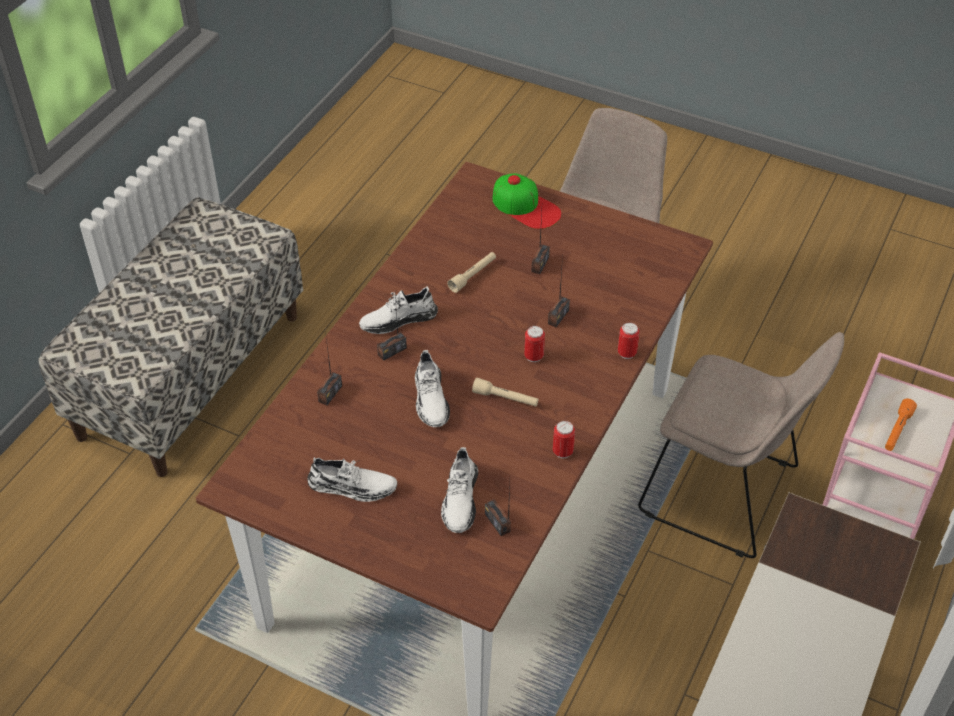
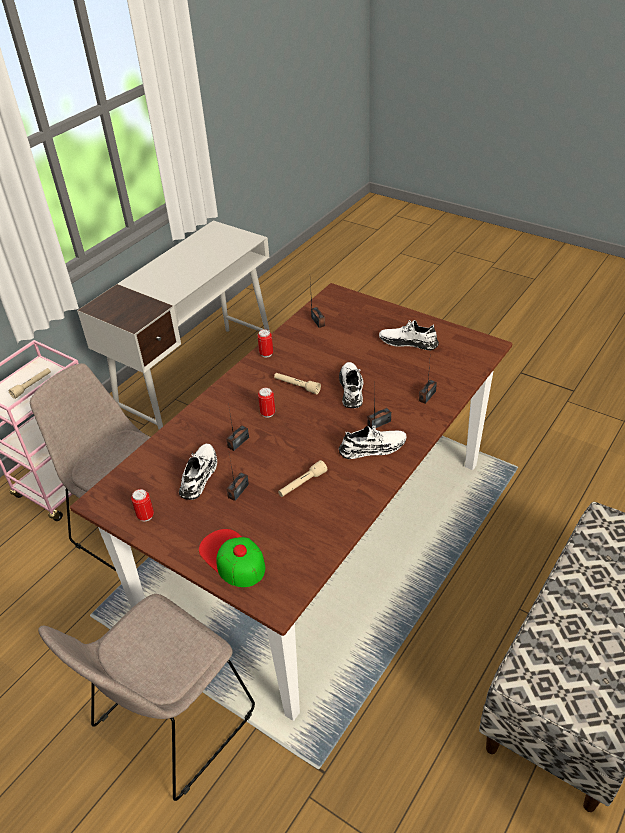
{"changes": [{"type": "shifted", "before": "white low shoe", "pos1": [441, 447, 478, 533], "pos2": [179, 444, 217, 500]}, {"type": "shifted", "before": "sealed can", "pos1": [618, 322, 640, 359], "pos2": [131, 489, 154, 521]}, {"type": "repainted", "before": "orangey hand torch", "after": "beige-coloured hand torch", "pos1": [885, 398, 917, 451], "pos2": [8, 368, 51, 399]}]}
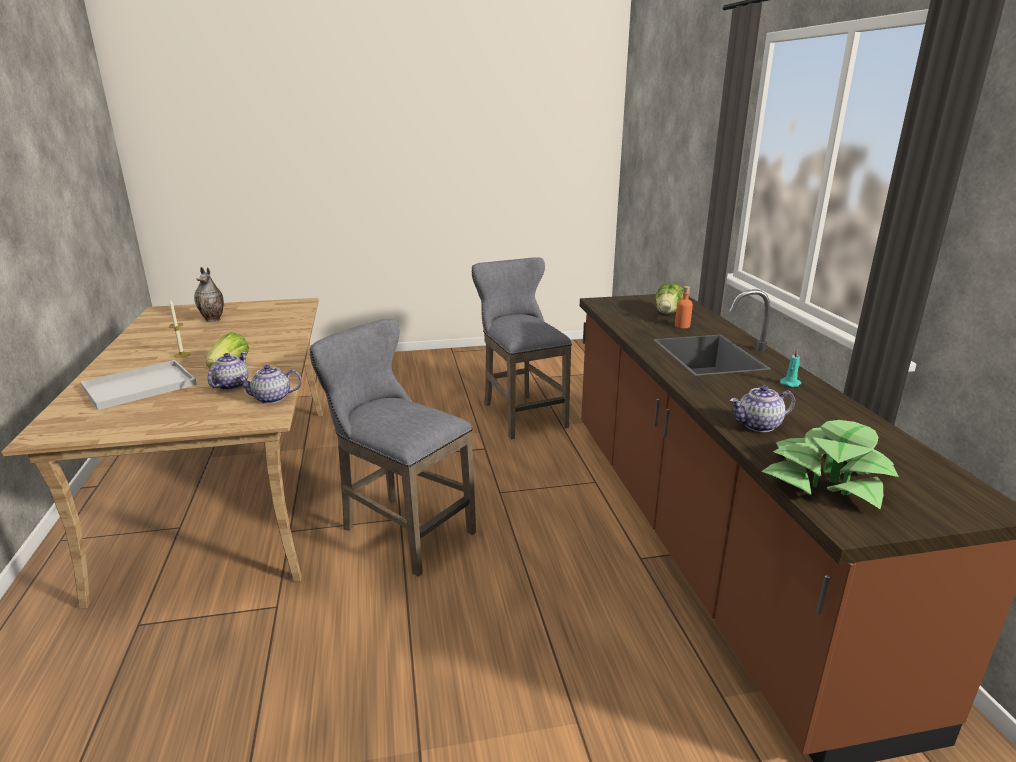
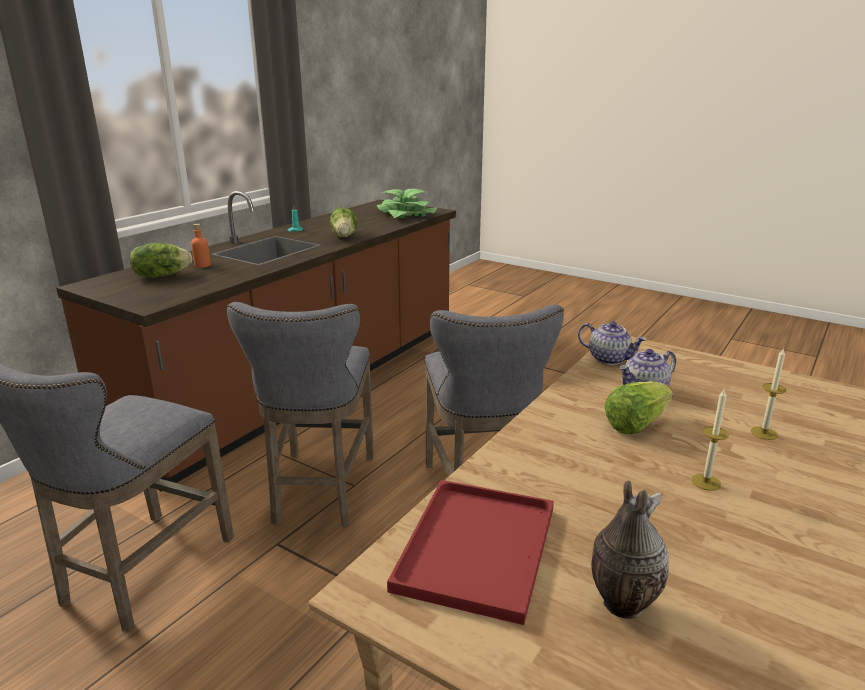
{"changes": [{"type": "gone", "before": "tea pot", "pos1": [730, 386, 795, 432]}, {"type": "new", "after": "grey sitting stool", "pos2": [227, 302, 374, 527]}, {"type": "new", "after": "head of lettuce", "pos2": [330, 208, 357, 237]}, {"type": "new", "after": "reddish tray", "pos2": [387, 480, 554, 625]}, {"type": "swapped", "before": "white tray", "after": "wax light", "pos1": [81, 360, 197, 410], "pos2": [751, 348, 787, 440]}]}
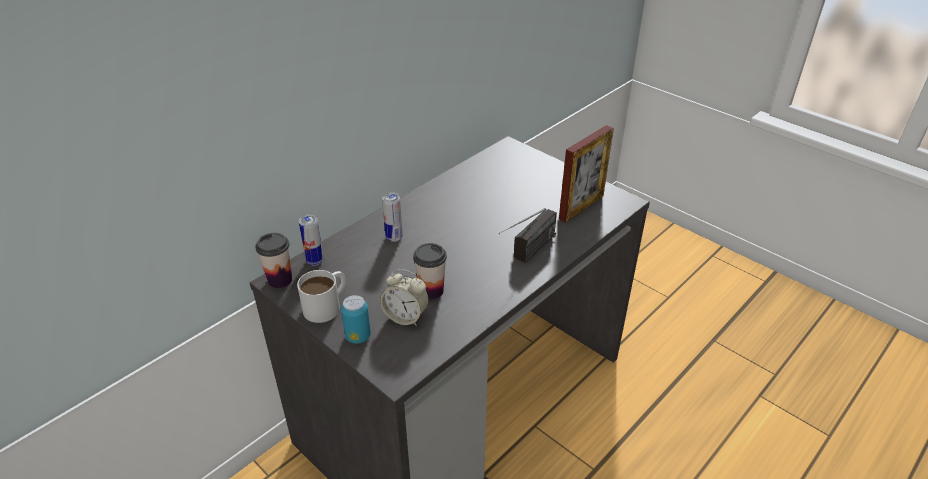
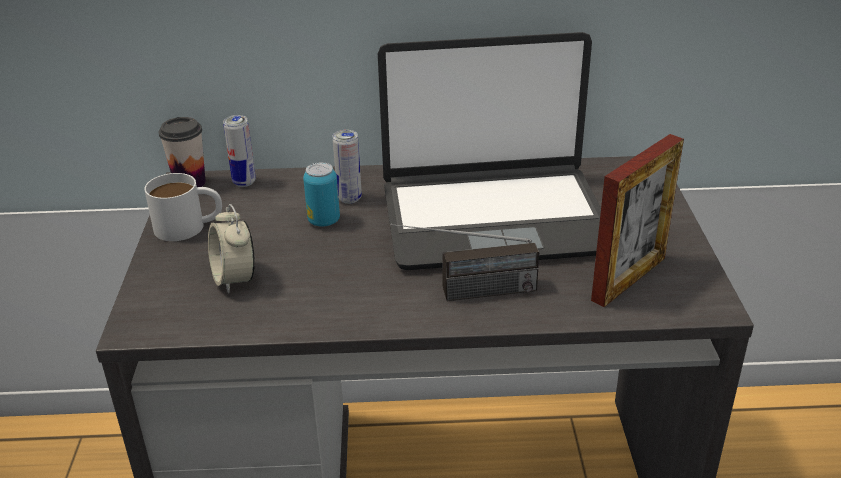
{"changes": [{"type": "gone", "before": "small cup", "pos1": [413, 243, 447, 300]}, {"type": "new", "after": "notebook computer", "pos2": [378, 32, 601, 270]}, {"type": "shifted", "before": "sealed can", "pos1": [341, 295, 371, 344], "pos2": [303, 162, 340, 227]}, {"type": "rotated", "before": "photo frame", "pos1": [559, 125, 614, 223], "pos2": [591, 134, 684, 307], "turn": -45}]}
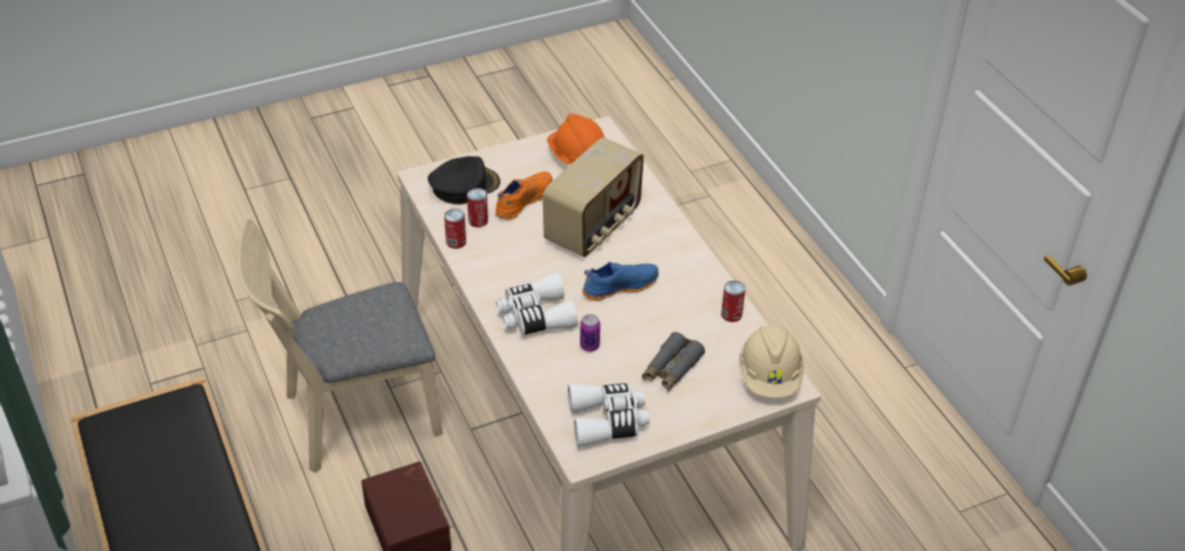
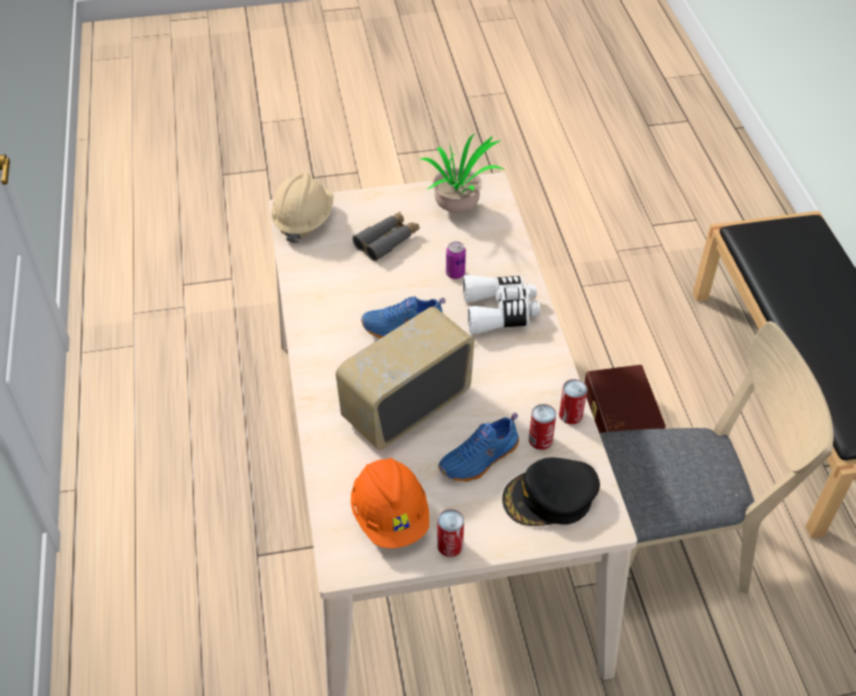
{"changes": [{"type": "shifted", "before": "sealed can", "pos1": [721, 280, 745, 322], "pos2": [437, 509, 464, 557]}, {"type": "swapped", "before": "white pair of binoculars", "after": "potted plant", "pos1": [568, 383, 650, 447], "pos2": [419, 134, 505, 213]}, {"type": "repainted", "before": "orangey low shoe", "after": "blue low shoe", "pos1": [495, 171, 553, 220], "pos2": [438, 413, 519, 482]}]}
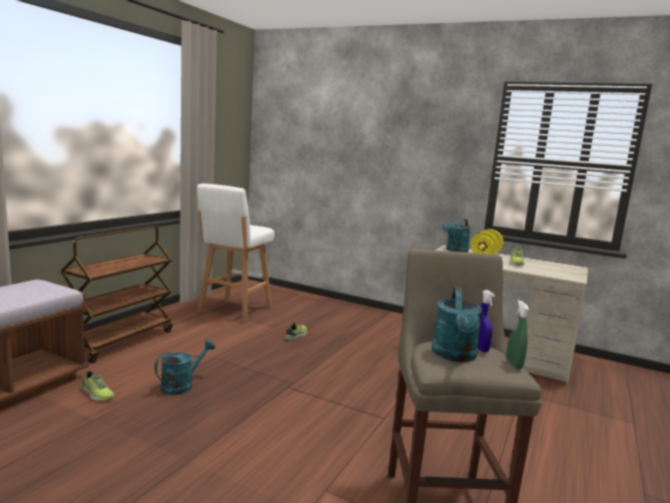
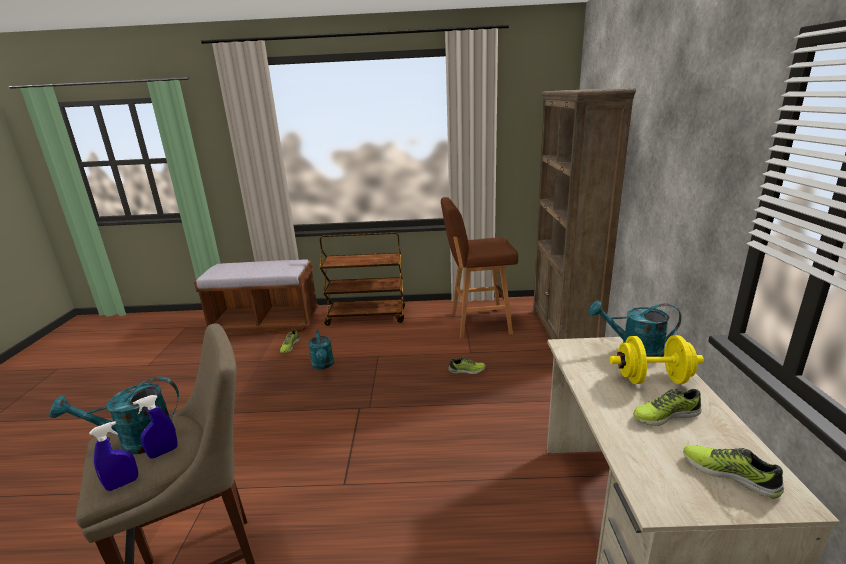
{"changes": [{"type": "new", "after": "brown bookcase", "pos2": [533, 89, 636, 339]}, {"type": "new", "after": "low shoe", "pos2": [683, 445, 784, 498]}, {"type": "repainted", "before": "white sitting stool", "after": "brown sitting stool", "pos1": [197, 184, 275, 323], "pos2": [441, 197, 518, 339]}, {"type": "repainted", "before": "green-coloured sprayer", "after": "blue sprayer", "pos1": [506, 300, 529, 369], "pos2": [89, 421, 138, 491]}, {"type": "rotated", "before": "turquoise watering pot", "pos1": [154, 339, 215, 395], "pos2": [308, 330, 334, 369], "turn": 60}]}
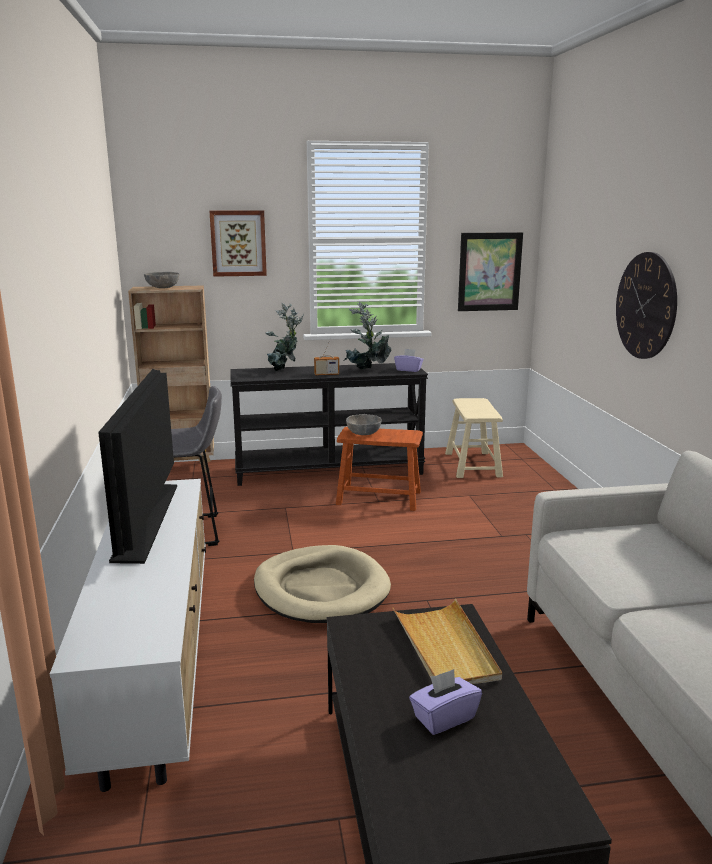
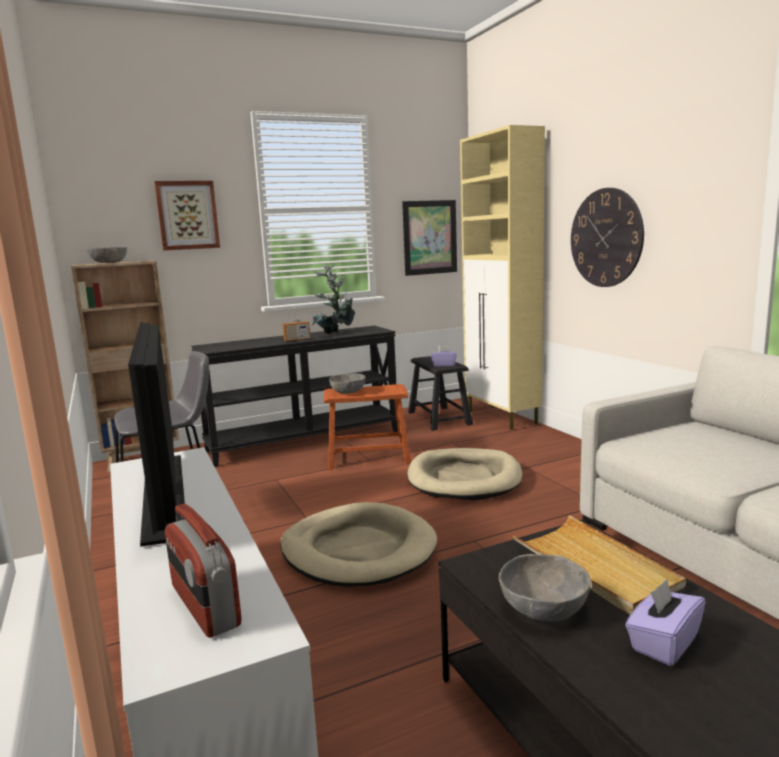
{"changes": [{"type": "gone", "before": "potted plant", "pos1": [266, 302, 304, 371]}, {"type": "new", "after": "radio receiver", "pos2": [165, 504, 242, 638]}, {"type": "new", "after": "beige-coloured dog cushion", "pos2": [407, 448, 522, 501]}, {"type": "new", "after": "beige-coloured cabinet", "pos2": [460, 125, 545, 430]}, {"type": "new", "after": "grey serving bowl", "pos2": [499, 554, 591, 621]}, {"type": "shifted", "before": "purple box of tissues", "pos1": [394, 349, 424, 372], "pos2": [431, 345, 457, 367]}, {"type": "repainted", "before": "beige-coloured sitting stool", "after": "blackish sitting stool", "pos1": [445, 398, 503, 478], "pos2": [408, 356, 473, 431]}]}
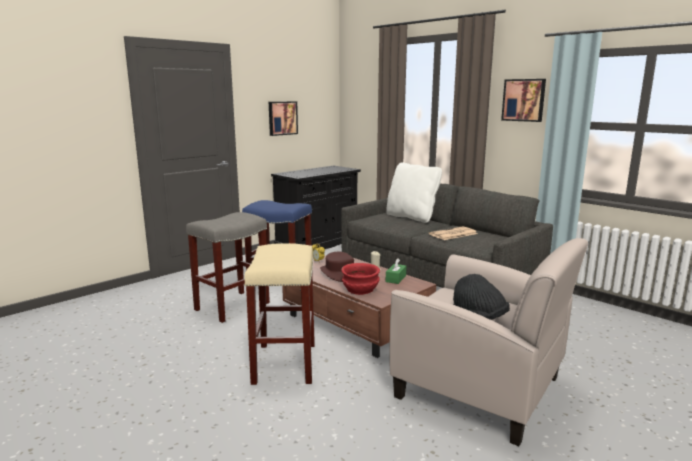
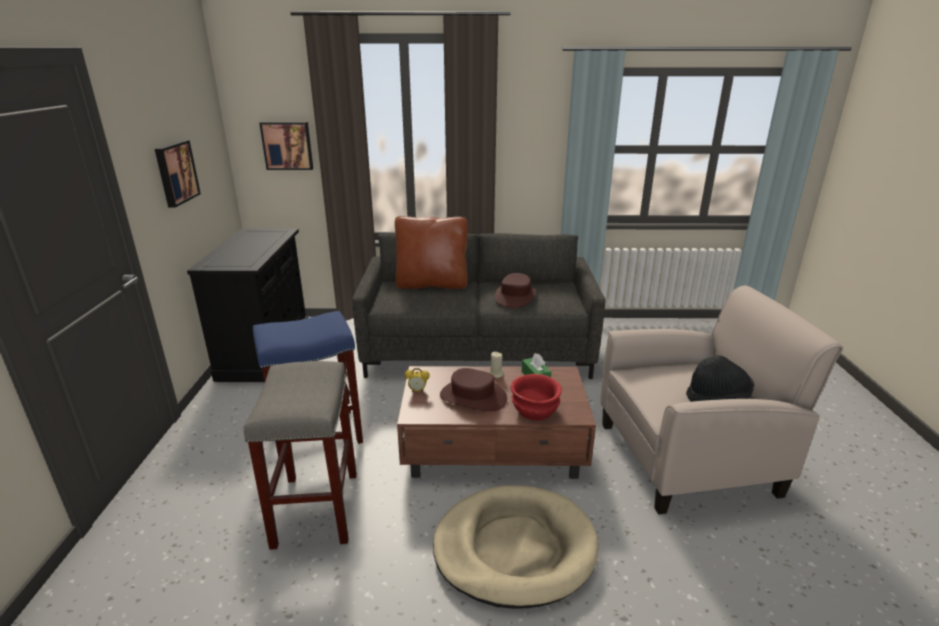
{"changes": [{"type": "shifted", "before": "wall art", "pos1": [501, 79, 546, 122], "pos2": [259, 122, 313, 170]}, {"type": "swapped", "before": "beige-coloured sitting stool", "after": "beige-coloured dog cushion", "pos1": [244, 243, 315, 385], "pos2": [433, 485, 598, 609]}, {"type": "swapped", "before": "printed paper", "after": "brown clothing hat", "pos1": [429, 226, 477, 240], "pos2": [495, 273, 536, 308]}, {"type": "repainted", "before": "white pillow", "after": "brown pillow", "pos1": [386, 162, 442, 223], "pos2": [395, 216, 468, 289]}]}
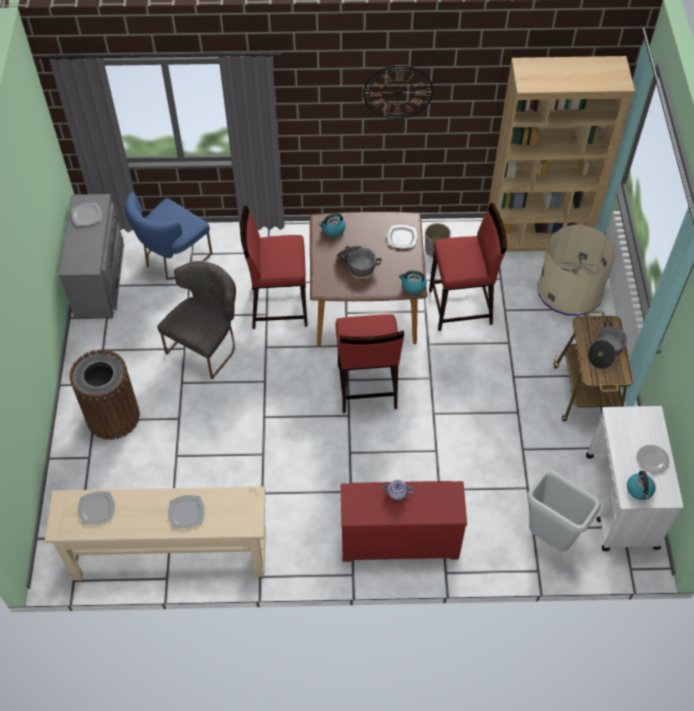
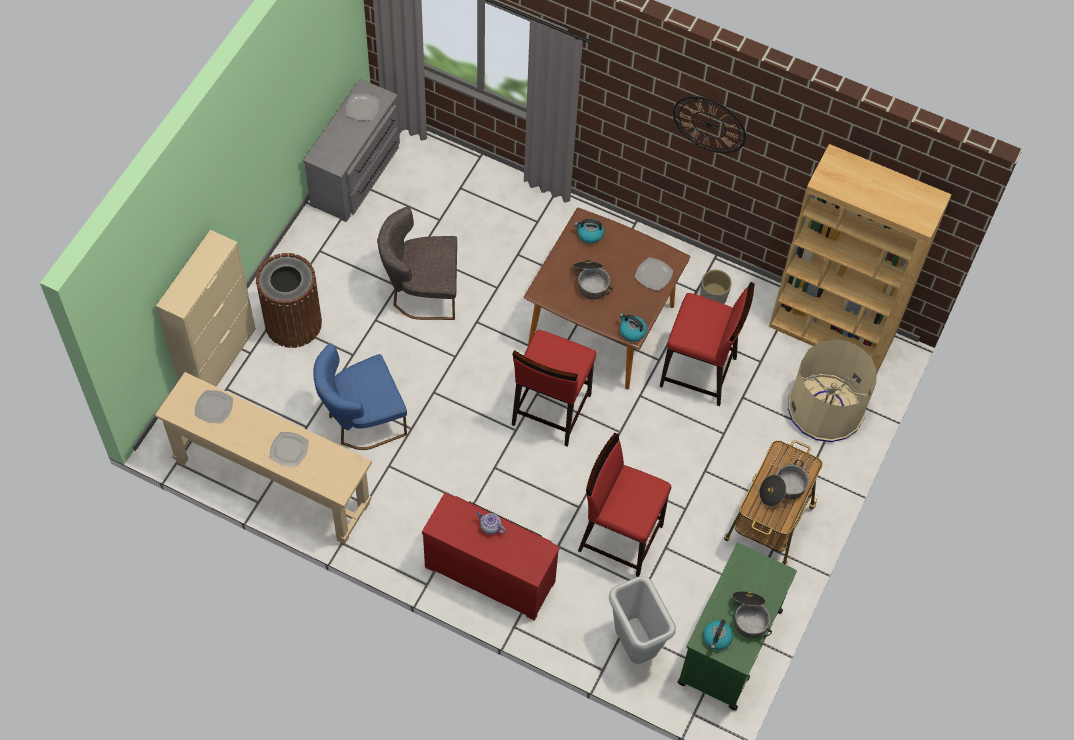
{"changes": [{"type": "new", "after": "beige-coloured cabinet", "pos2": [156, 230, 256, 387]}, {"type": "shifted", "before": "blue chair", "pos1": [125, 192, 212, 280], "pos2": [313, 343, 407, 450]}, {"type": "shifted", "before": "reddish sitting stool", "pos1": [240, 206, 308, 329], "pos2": [578, 433, 671, 577]}, {"type": "swapped", "before": "dinner plate", "after": "cooking pot", "pos1": [636, 445, 670, 474], "pos2": [732, 591, 772, 638]}, {"type": "repainted", "before": "white wheeled cart", "after": "green-coloured wheeled cart", "pos1": [586, 406, 683, 551], "pos2": [677, 543, 797, 710]}, {"type": "rotated", "before": "grey chair", "pos1": [157, 261, 236, 379], "pos2": [377, 206, 457, 320], "turn": -150}]}
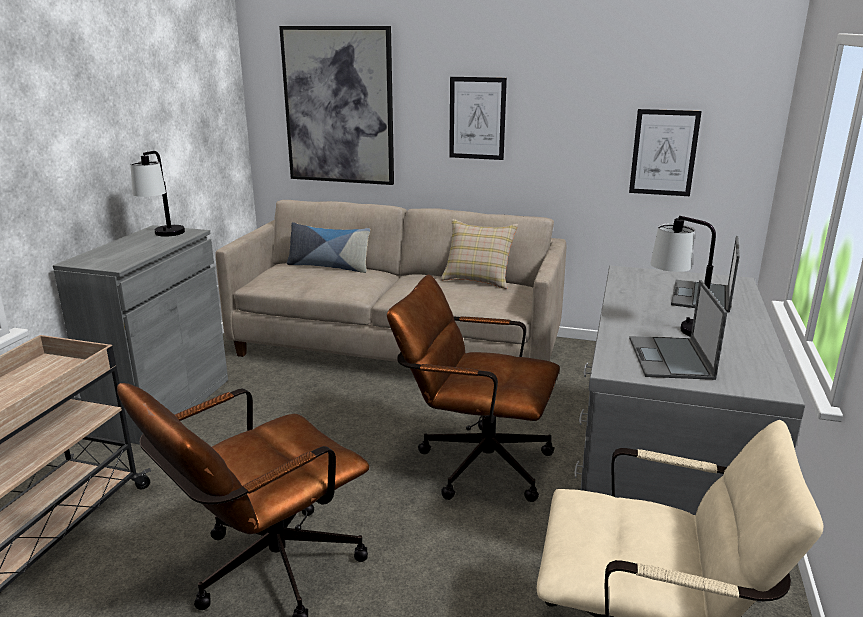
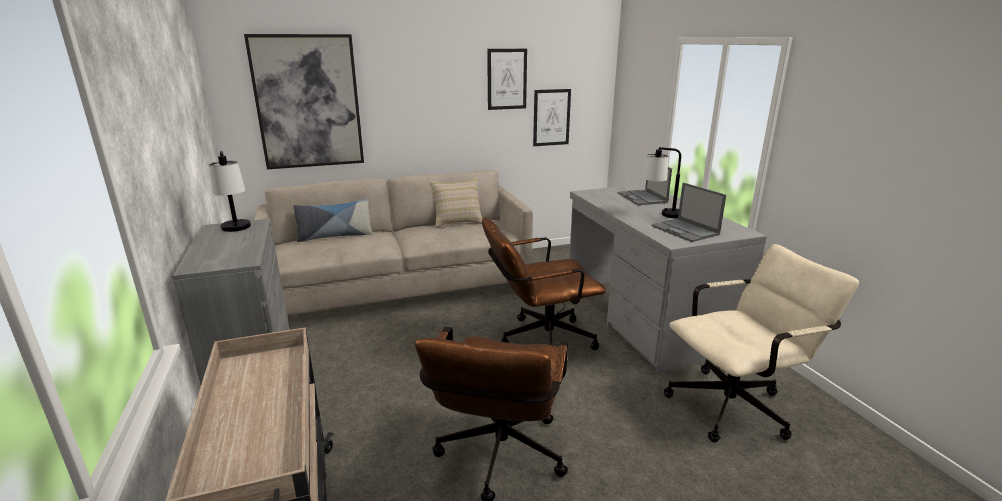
{"changes": [{"type": "shifted", "before": "wall art", "pos1": [449, 77, 507, 160], "pos2": [487, 49, 527, 110]}]}
